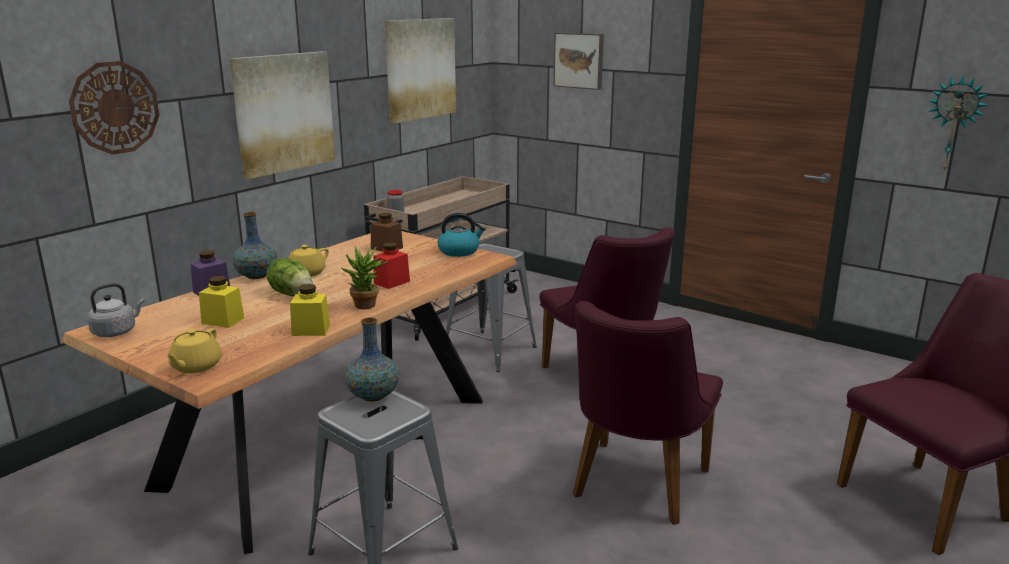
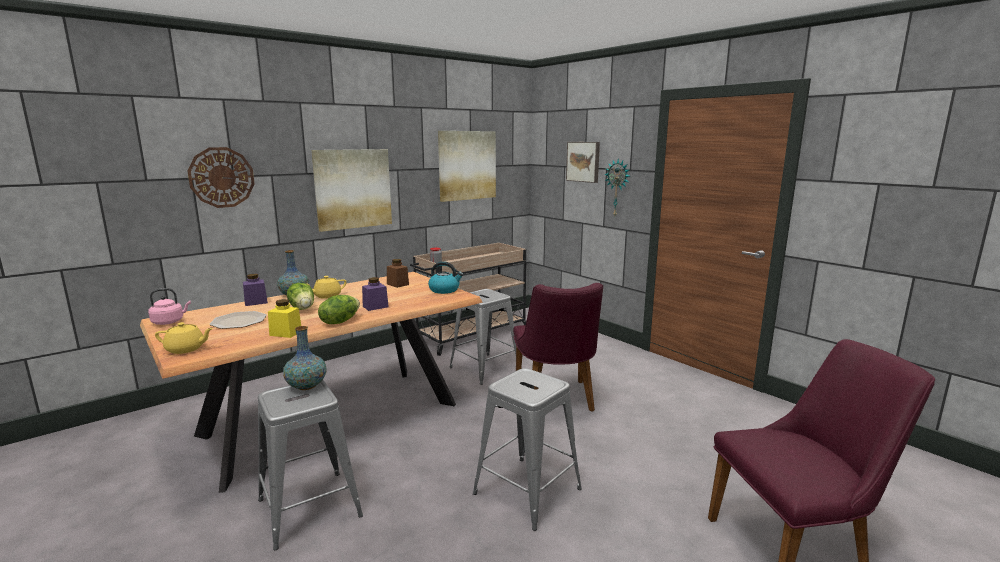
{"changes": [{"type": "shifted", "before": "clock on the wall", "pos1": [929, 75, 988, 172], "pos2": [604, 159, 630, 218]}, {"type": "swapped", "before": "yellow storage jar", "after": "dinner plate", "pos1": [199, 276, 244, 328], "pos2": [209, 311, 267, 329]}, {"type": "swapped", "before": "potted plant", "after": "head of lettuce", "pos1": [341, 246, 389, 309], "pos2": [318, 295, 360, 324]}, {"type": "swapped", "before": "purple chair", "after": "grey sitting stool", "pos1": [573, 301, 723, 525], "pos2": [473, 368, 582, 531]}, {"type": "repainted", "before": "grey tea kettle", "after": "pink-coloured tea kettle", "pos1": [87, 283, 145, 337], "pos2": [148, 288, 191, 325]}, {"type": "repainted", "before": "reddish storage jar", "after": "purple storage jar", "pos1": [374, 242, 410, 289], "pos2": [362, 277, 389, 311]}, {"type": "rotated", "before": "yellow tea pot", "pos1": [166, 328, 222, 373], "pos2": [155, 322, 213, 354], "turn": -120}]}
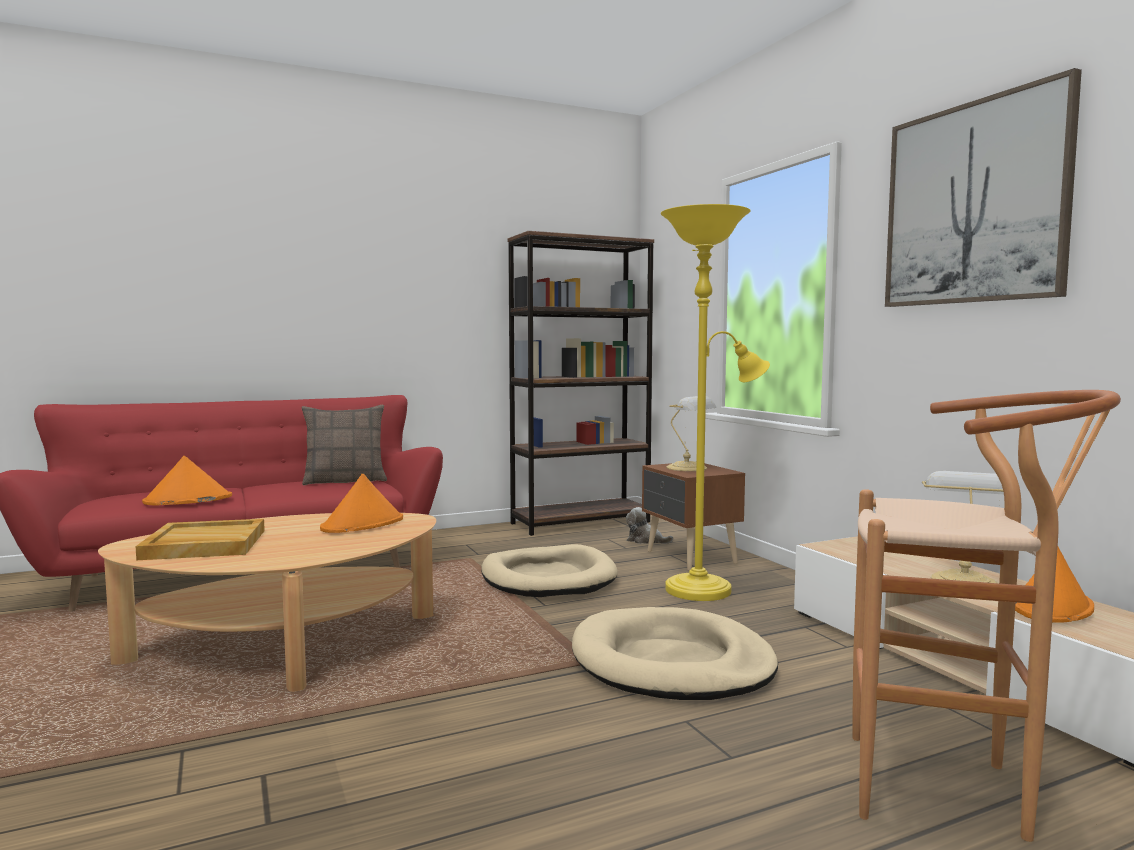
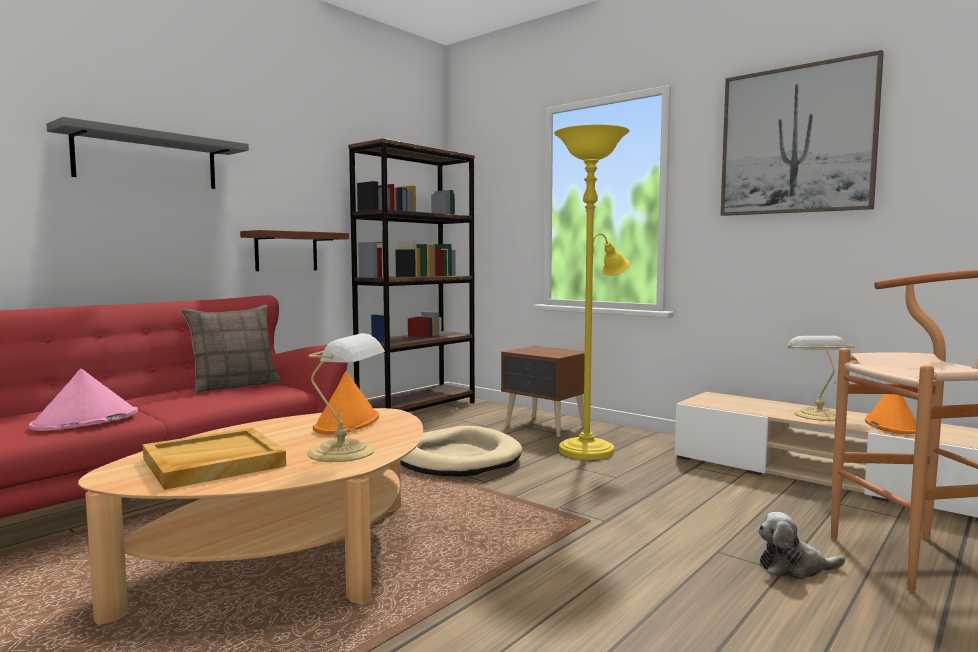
{"changes": [{"type": "gone", "before": "beige-coloured dog cushion", "pos1": [572, 607, 778, 700]}, {"type": "new", "after": "grey shelf", "pos2": [47, 117, 249, 189]}, {"type": "new", "after": "brown shelf", "pos2": [240, 230, 349, 271]}, {"type": "shifted", "before": "plush toy", "pos1": [626, 507, 673, 544], "pos2": [758, 512, 845, 580]}, {"type": "shifted", "before": "lamp for a table", "pos1": [666, 396, 717, 471], "pos2": [307, 333, 385, 462]}, {"type": "repainted", "before": "orangey clothing hat", "after": "pink-coloured clothing hat", "pos1": [142, 456, 232, 505], "pos2": [29, 369, 138, 431]}]}
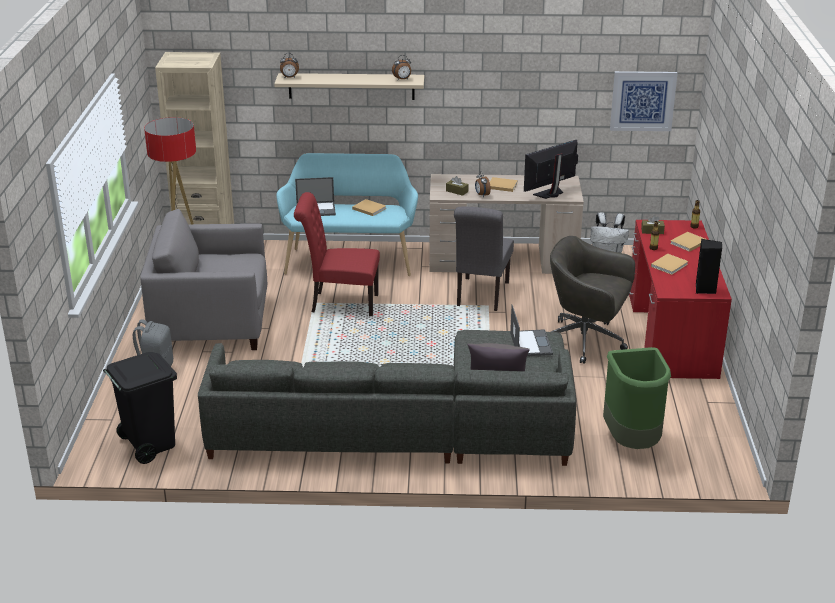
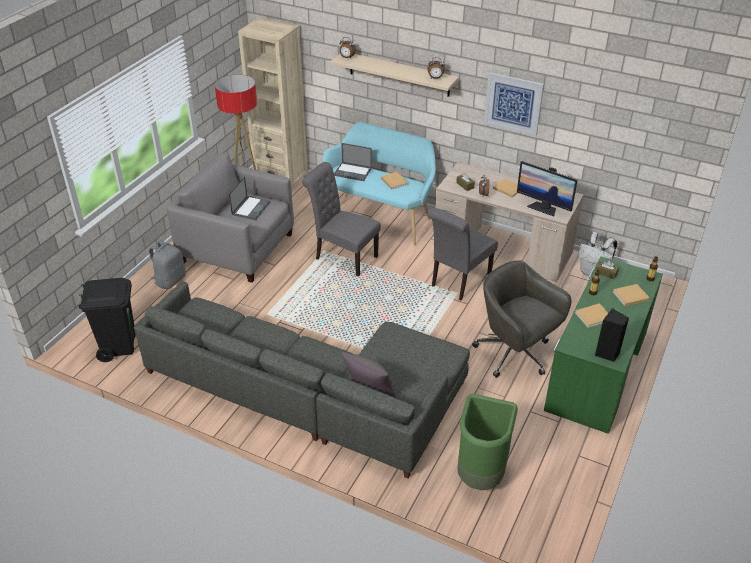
{"changes": [{"type": "shifted", "before": "notebook computer", "pos1": [510, 304, 553, 356], "pos2": [229, 176, 270, 220]}, {"type": "shifted", "before": "wall art", "pos1": [610, 71, 678, 131], "pos2": [484, 72, 544, 136]}, {"type": "repainted", "before": "reddish chair", "after": "grey chair", "pos1": [294, 192, 380, 316], "pos2": [302, 162, 381, 277]}, {"type": "repainted", "before": "reddish desk", "after": "green-coloured desk", "pos1": [629, 220, 732, 379], "pos2": [544, 256, 663, 434]}, {"type": "rotated", "before": "monitor", "pos1": [524, 140, 578, 199], "pos2": [517, 161, 578, 216], "turn": -135}]}
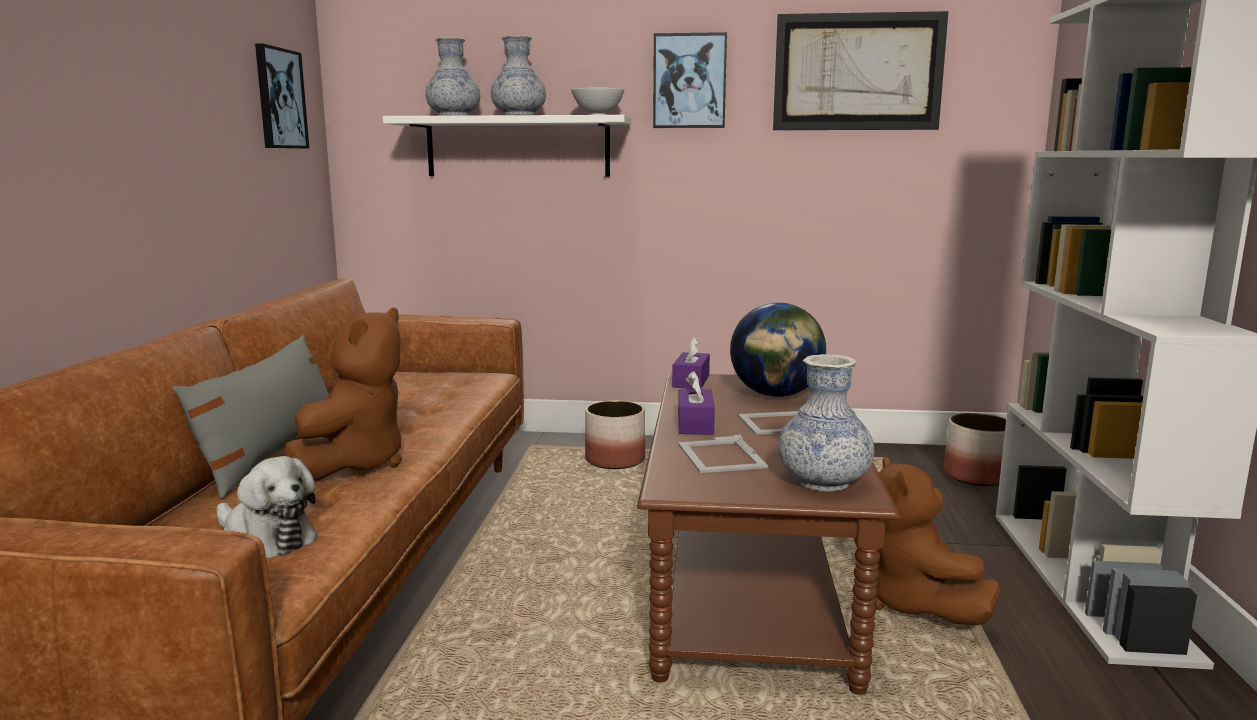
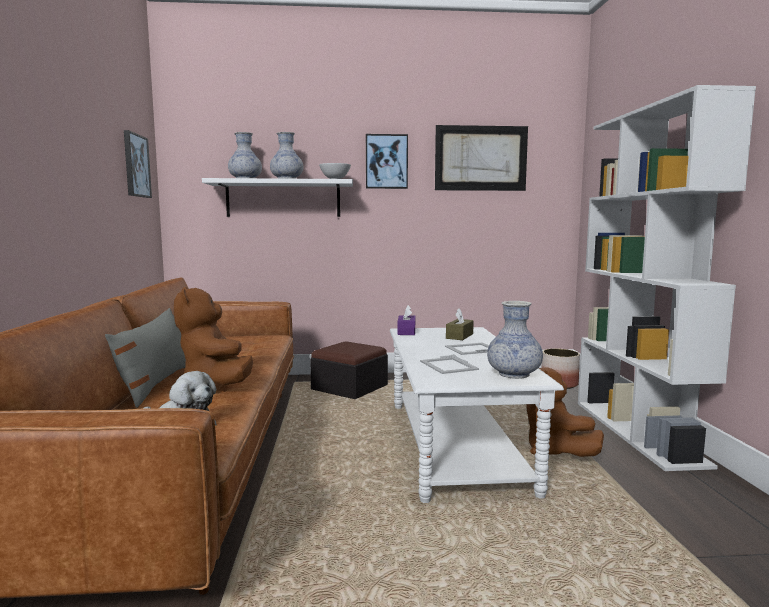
{"changes": [{"type": "gone", "before": "purple box of tissues", "pos1": [678, 371, 715, 435]}, {"type": "swapped", "before": "planter", "after": "pouffe", "pos1": [585, 401, 645, 469], "pos2": [310, 341, 388, 399]}, {"type": "swapped", "before": "desk globe", "after": "brown box of tissues", "pos1": [730, 303, 826, 397], "pos2": [446, 309, 474, 340]}, {"type": "repainted", "before": "brown lounge table", "after": "white lounge table", "pos1": [637, 373, 901, 695], "pos2": [390, 327, 564, 503]}, {"type": "rotated", "before": "brown plush toy", "pos1": [284, 308, 402, 481], "pos2": [174, 287, 253, 385], "turn": 150}]}
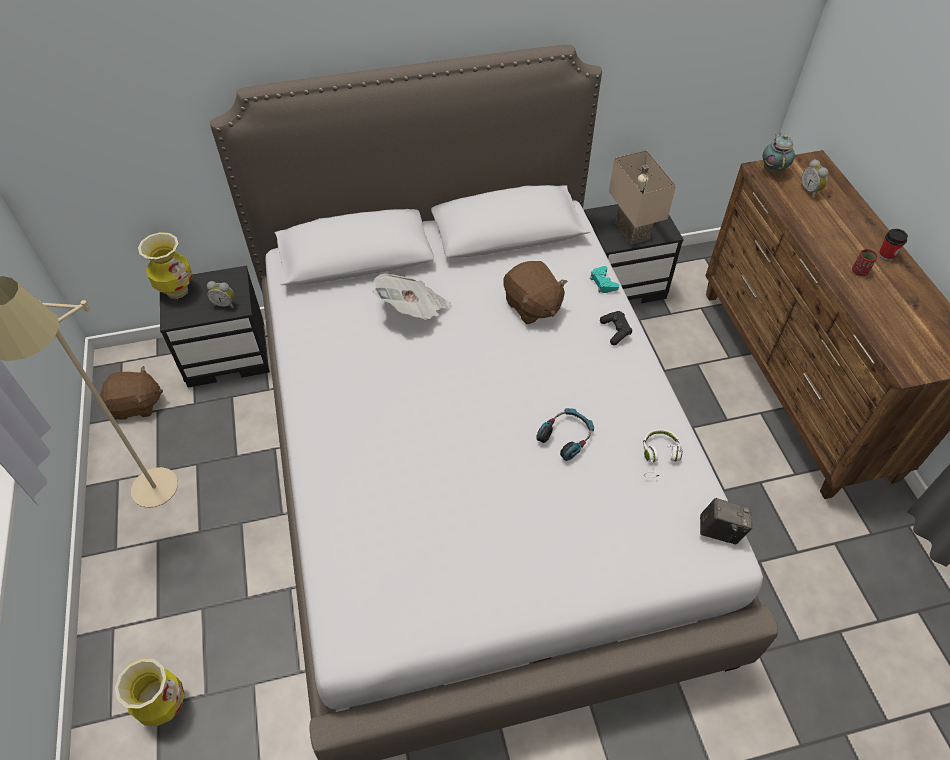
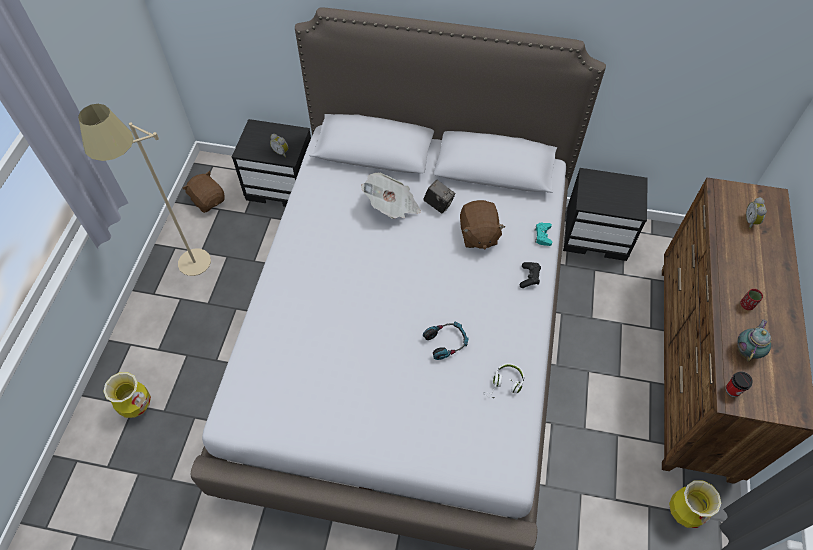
{"changes": [{"type": "gone", "before": "beige-coloured lamp for a table", "pos1": [609, 150, 676, 245]}, {"type": "shifted", "before": "decorative vase", "pos1": [138, 232, 193, 299], "pos2": [669, 480, 722, 528]}, {"type": "shifted", "before": "still camera", "pos1": [700, 498, 752, 545], "pos2": [423, 180, 455, 213]}, {"type": "shifted", "before": "tea pot", "pos1": [763, 132, 795, 174], "pos2": [737, 319, 771, 362]}, {"type": "shifted", "before": "small cup", "pos1": [879, 228, 908, 261], "pos2": [725, 372, 753, 397]}, {"type": "rotated", "before": "brown plush toy", "pos1": [100, 366, 163, 420], "pos2": [182, 171, 225, 213], "turn": -150}]}
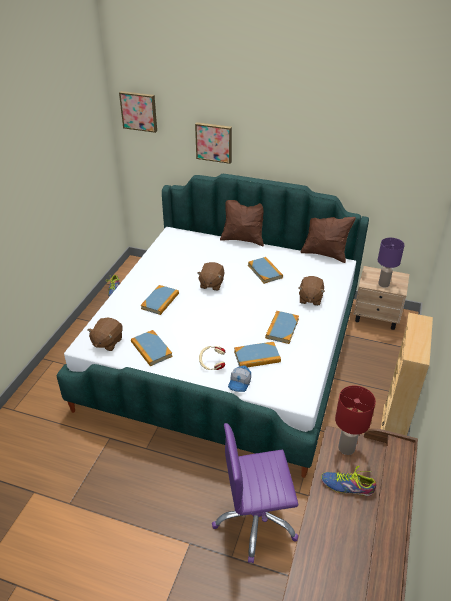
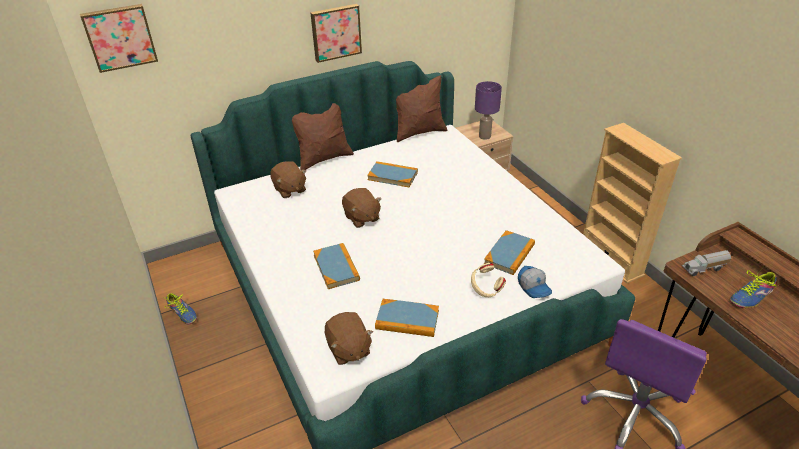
{"changes": [{"type": "gone", "before": "volume", "pos1": [265, 311, 299, 344]}, {"type": "shifted", "before": "wall art", "pos1": [195, 122, 232, 164], "pos2": [310, 4, 362, 63]}, {"type": "shifted", "before": "brown plush toy", "pos1": [298, 276, 325, 306], "pos2": [270, 161, 307, 198]}, {"type": "swapped", "before": "reddish lamp for a table", "after": "toy lorry", "pos1": [335, 386, 376, 455], "pos2": [682, 250, 731, 276]}]}
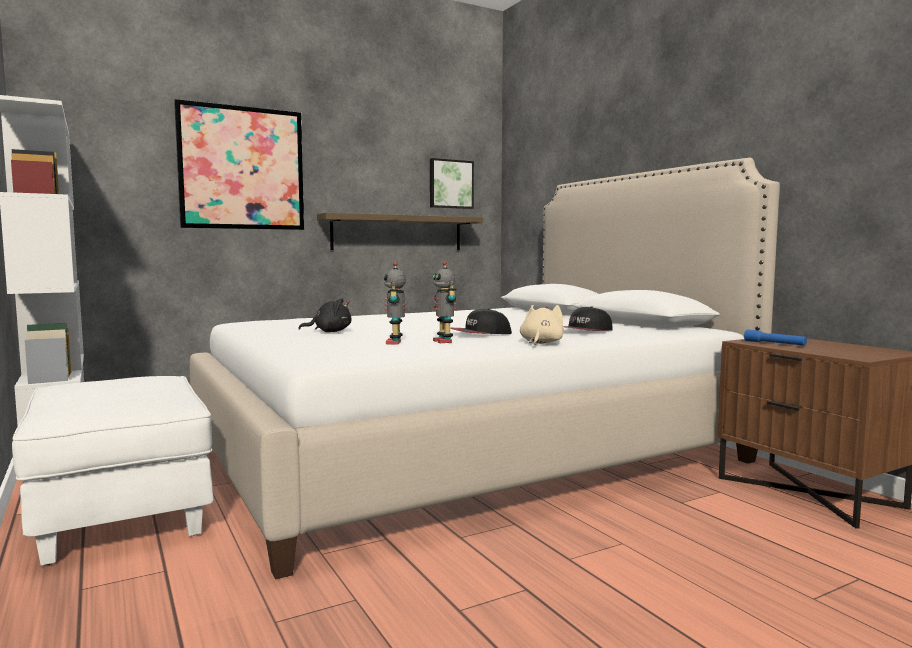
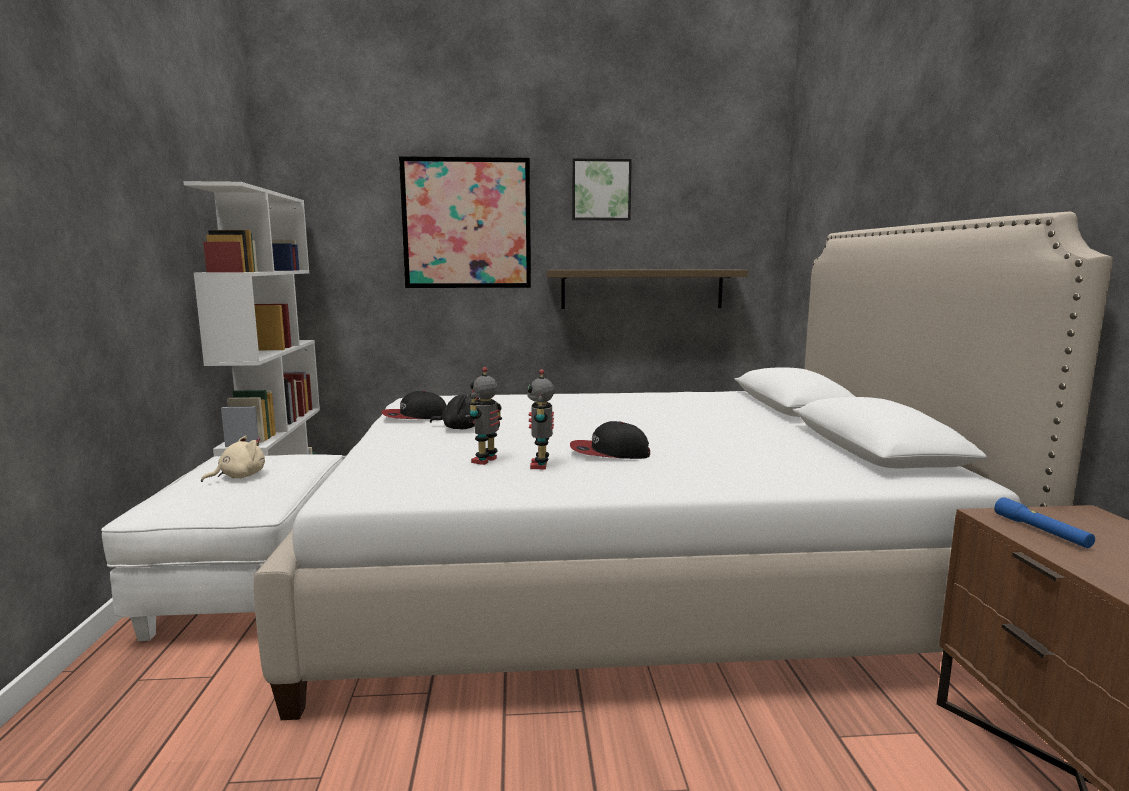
{"changes": [{"type": "shifted", "before": "wall art", "pos1": [430, 158, 474, 209], "pos2": [572, 158, 632, 220]}, {"type": "shifted", "before": "beige-coloured plush toy", "pos1": [520, 305, 563, 345], "pos2": [201, 436, 265, 482]}, {"type": "shifted", "before": "baseball cap", "pos1": [563, 307, 612, 331], "pos2": [381, 391, 447, 419]}]}
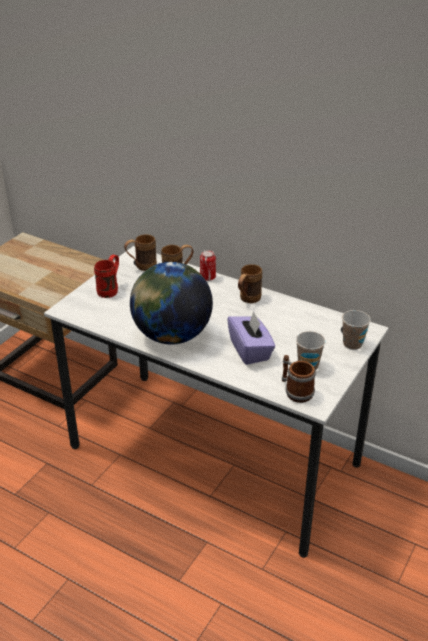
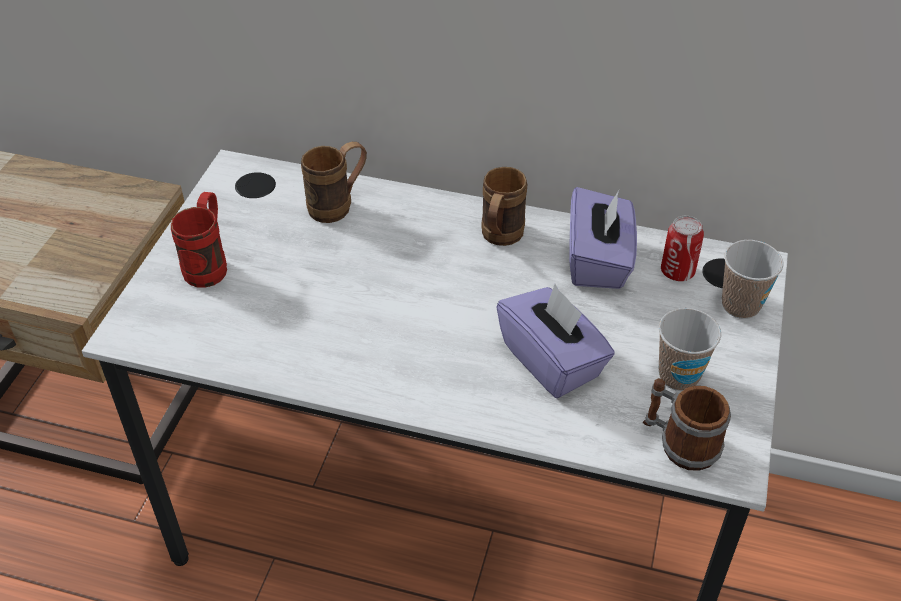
{"changes": [{"type": "gone", "before": "brown tea mug", "pos1": [124, 234, 157, 271]}, {"type": "gone", "before": "desk globe", "pos1": [130, 262, 213, 345]}, {"type": "new", "after": "purple box of tissues", "pos2": [569, 187, 637, 289]}, {"type": "shifted", "before": "sealed can", "pos1": [200, 250, 216, 281], "pos2": [661, 216, 704, 281]}]}
